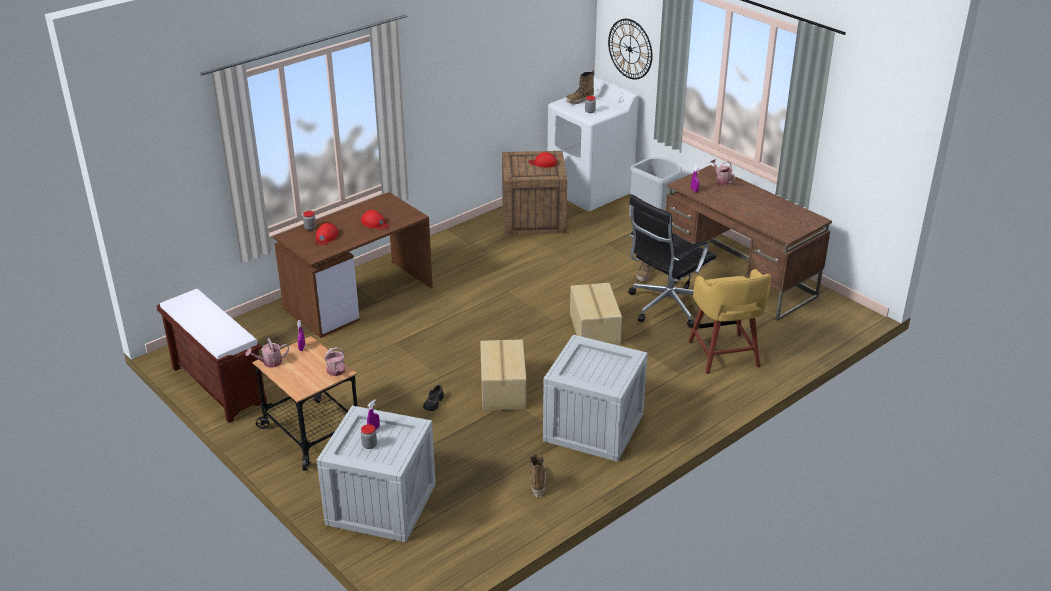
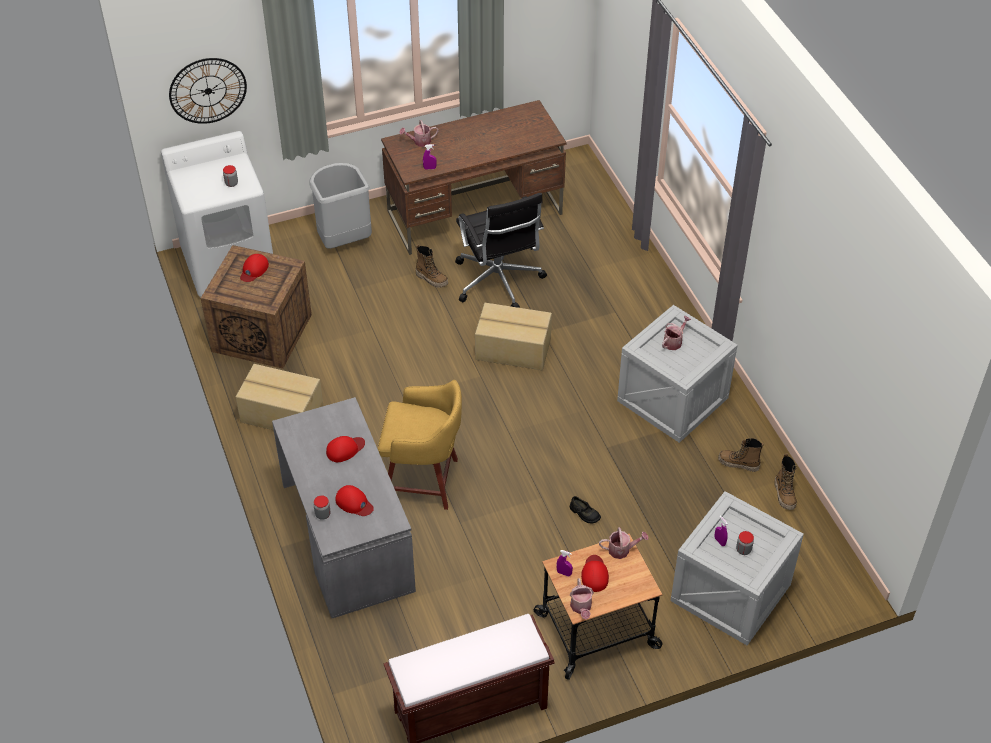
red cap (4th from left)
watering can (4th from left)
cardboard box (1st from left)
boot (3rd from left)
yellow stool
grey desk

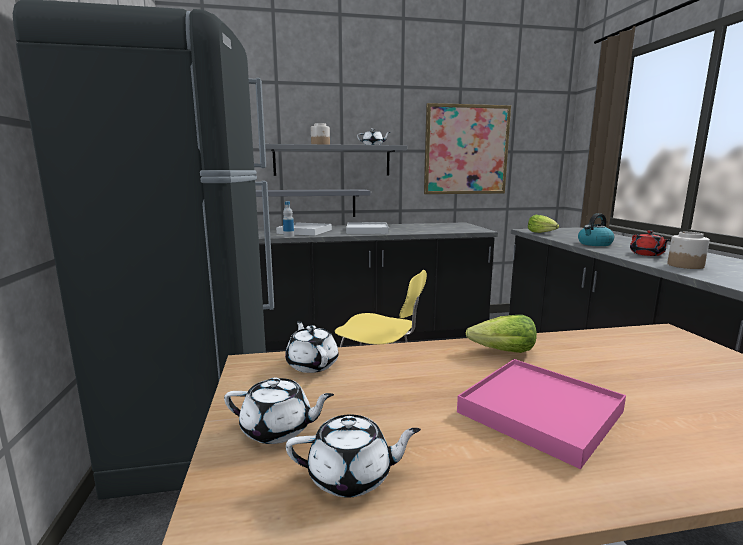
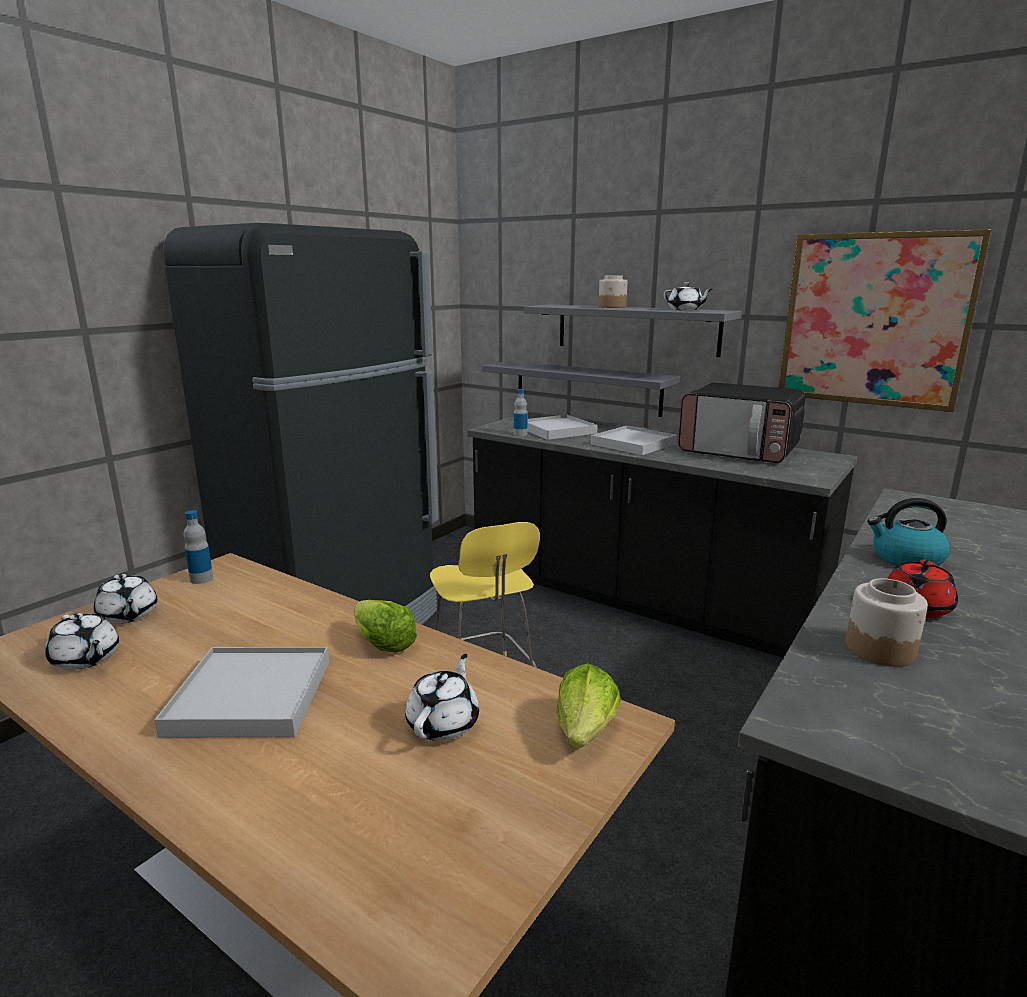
bottle (1st from left)
microwave
white teapot (3rd from left)
lettuce (2nd from left)
white tray (1st from left)

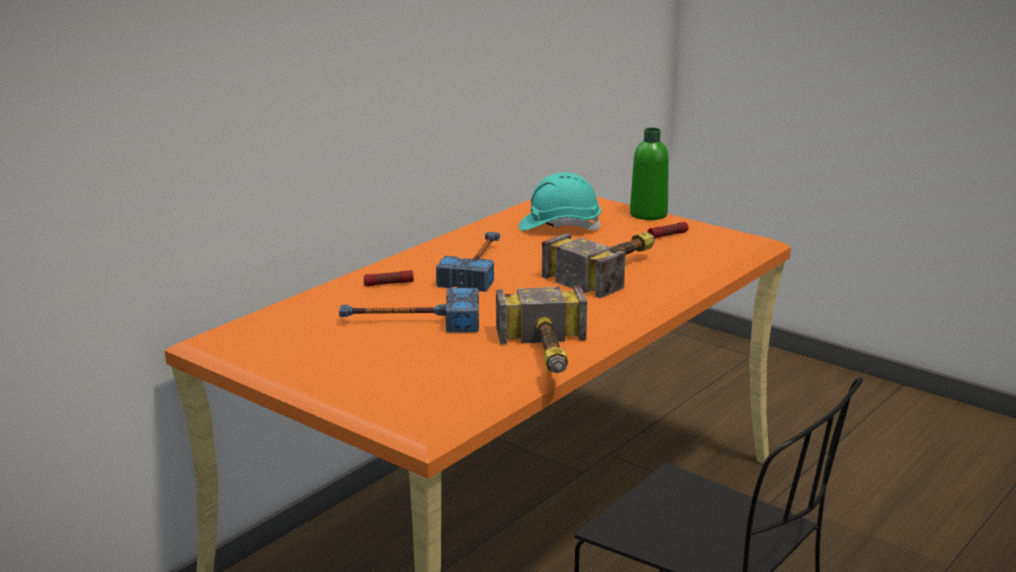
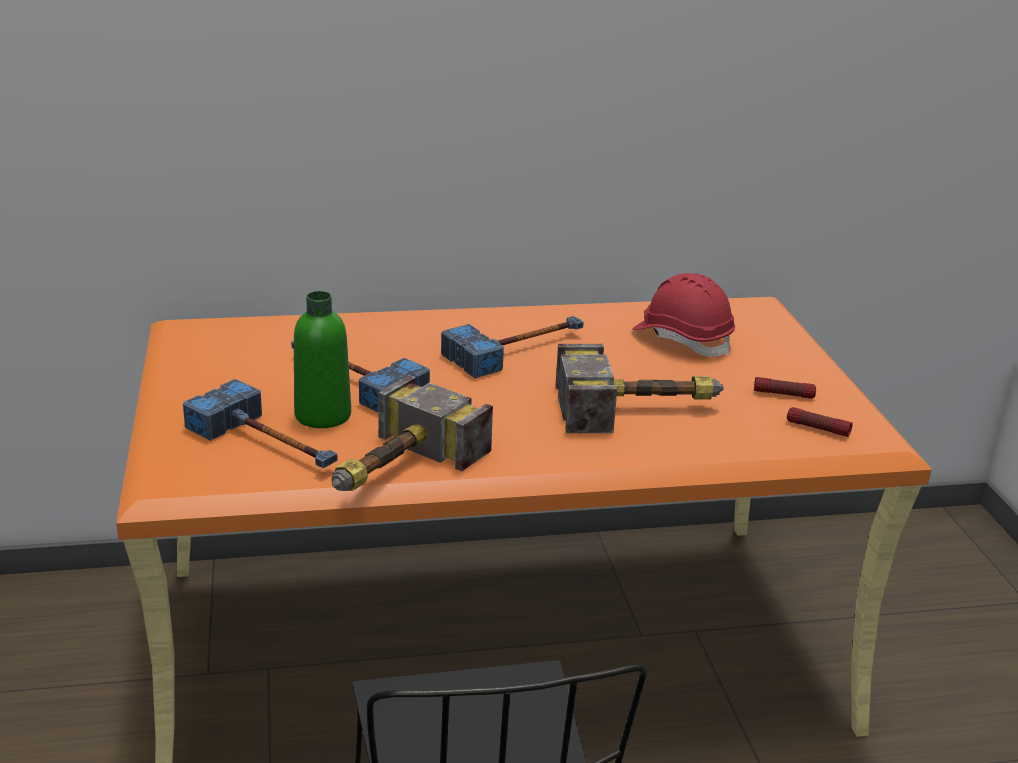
hammer (1st from left)
flashlight (2nd from left)
green bottle
red hard hat

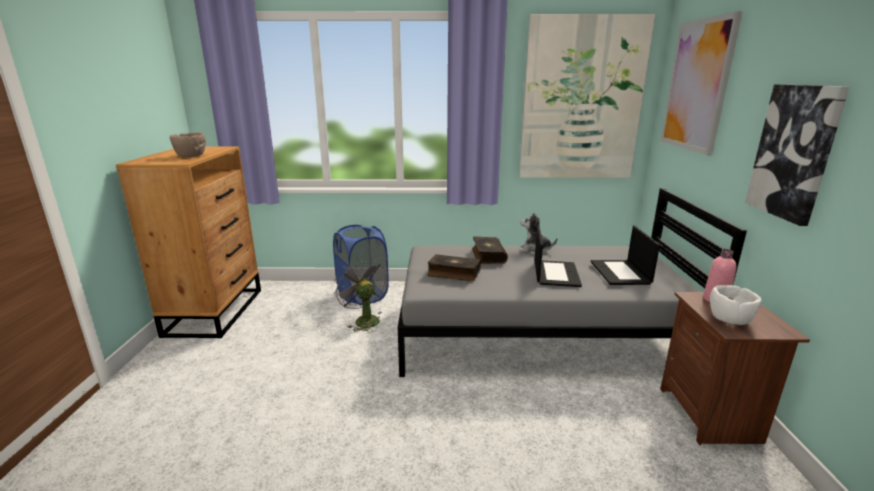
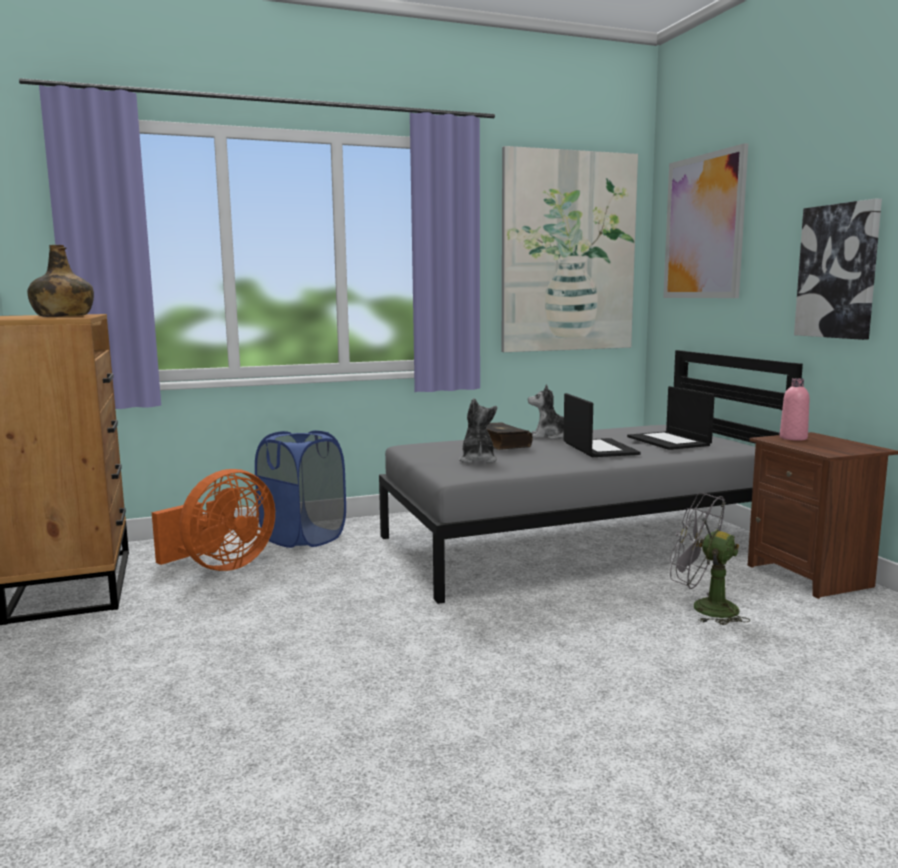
white bowl
orange fan
grey fan
green bottle
plush toy (1st from left)

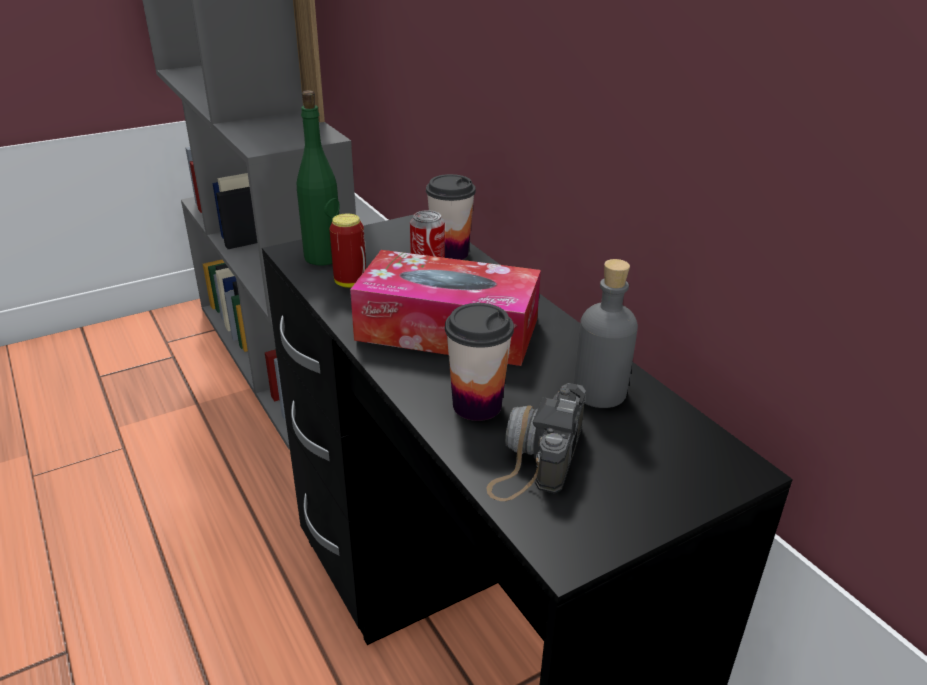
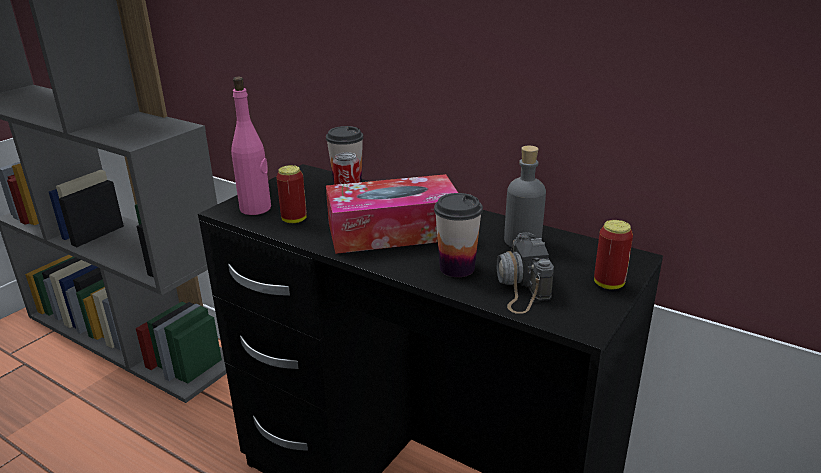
can (3rd from left)
pink bottle

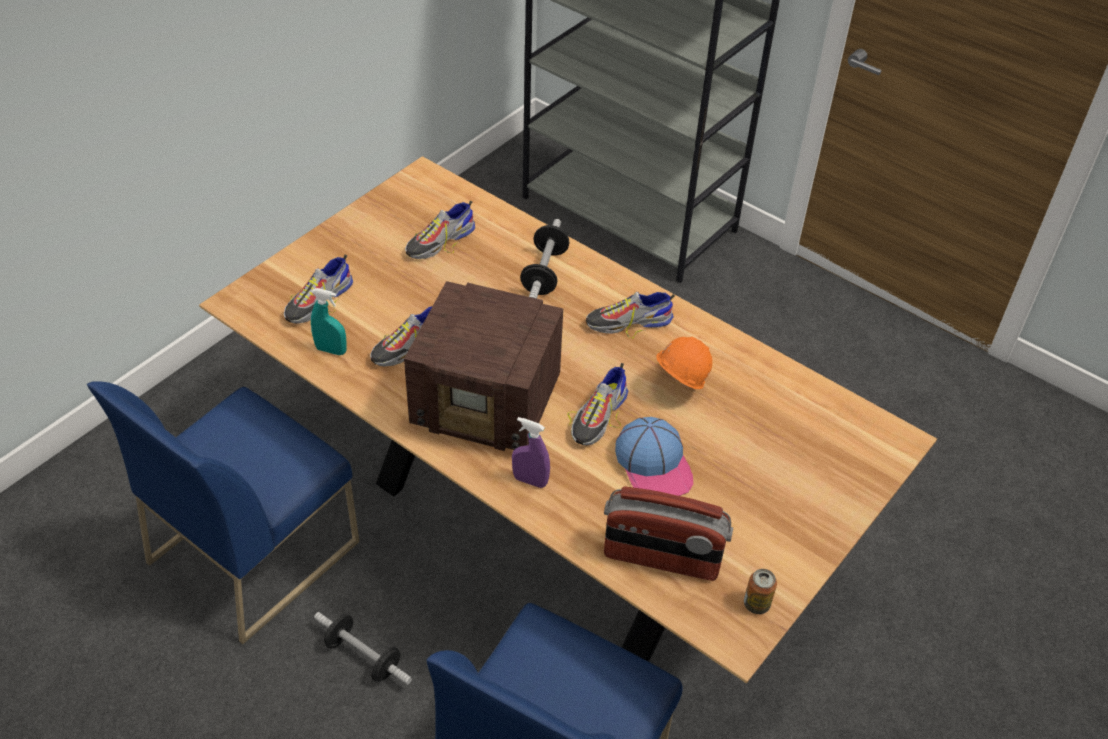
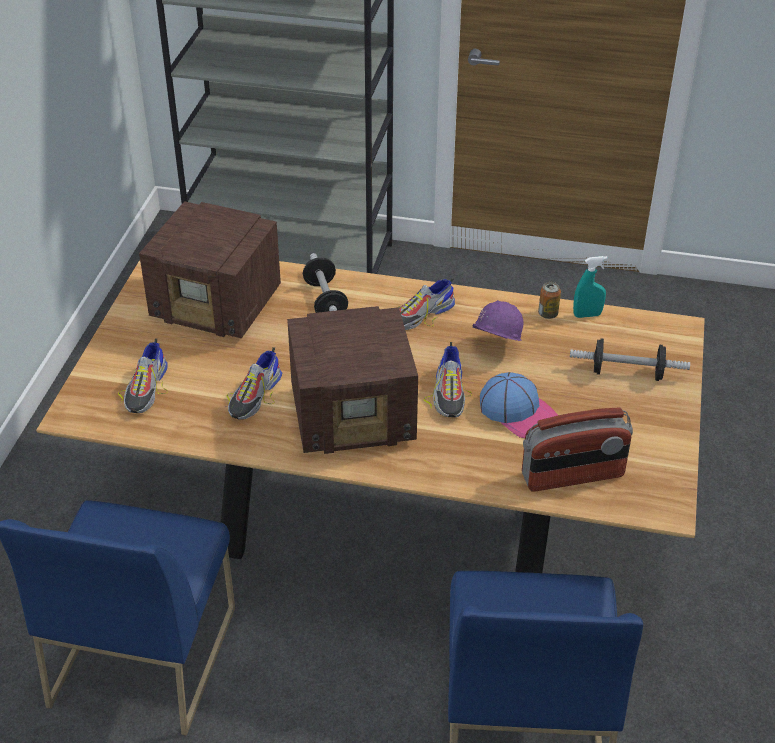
purple spray bottle
turquoise spray bottle
dumbbell (2nd from left)
can
radio (1st from left)
purple hard hat

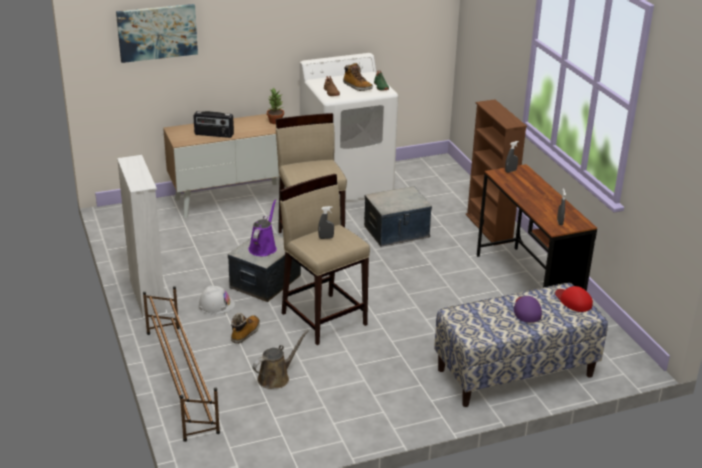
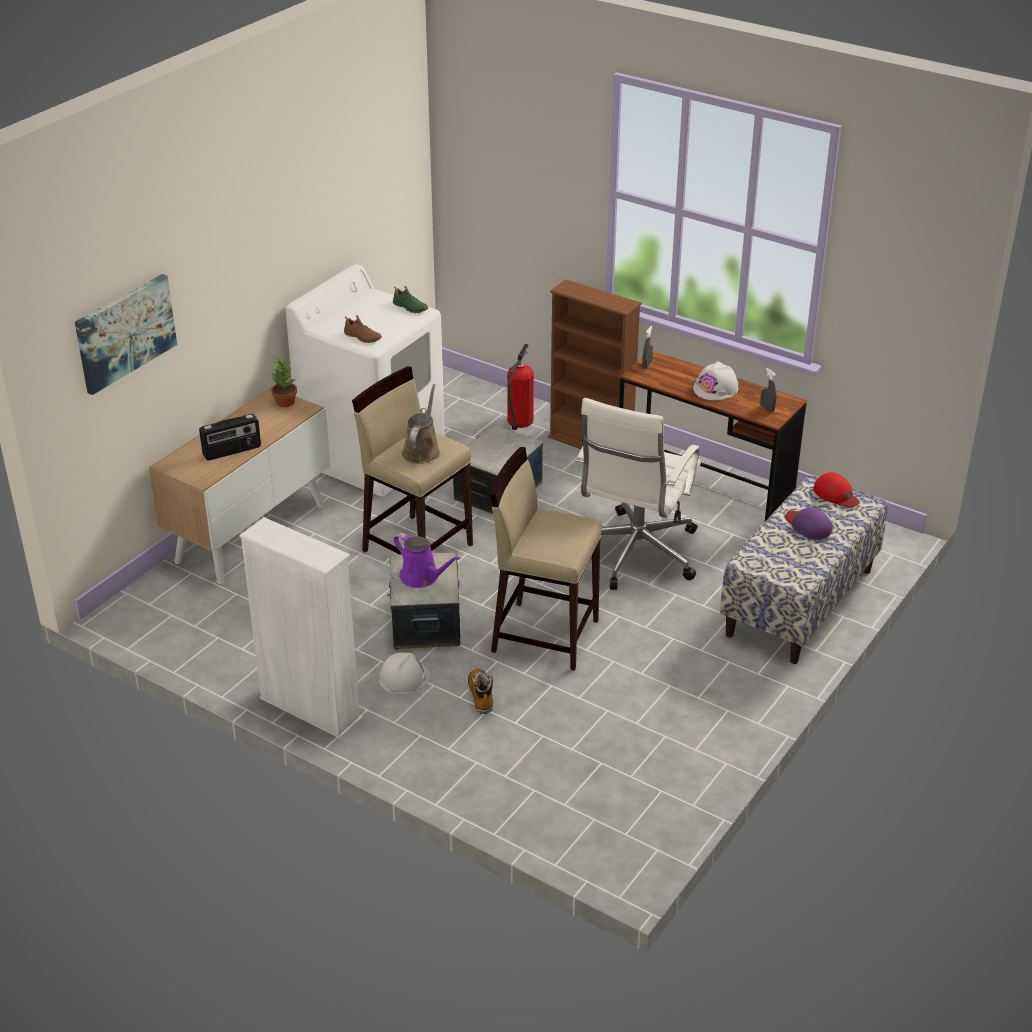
brown shoe rack
grey spray bottle (1st from left in the first image)
boot (2nd from left in the first image)
fire extinguisher
white office chair
white hard hat (2nd from left)
brown watering can
purple watering can
red cap

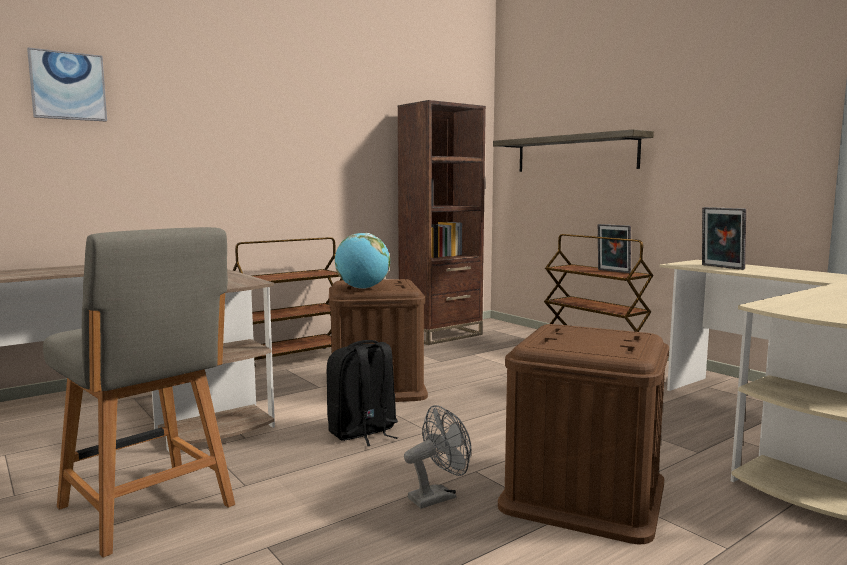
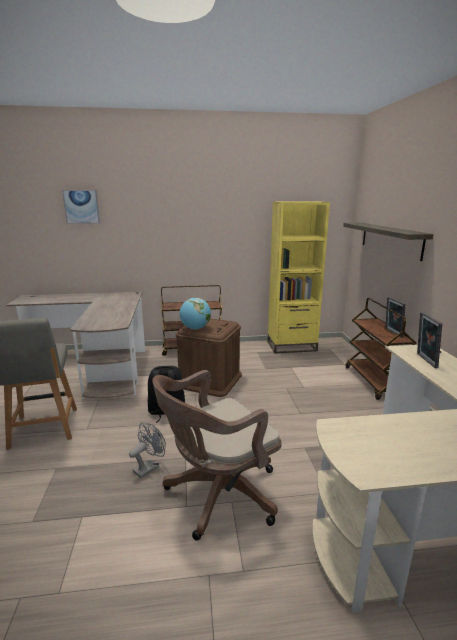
brown office chair
yellow bookcase
grey fan

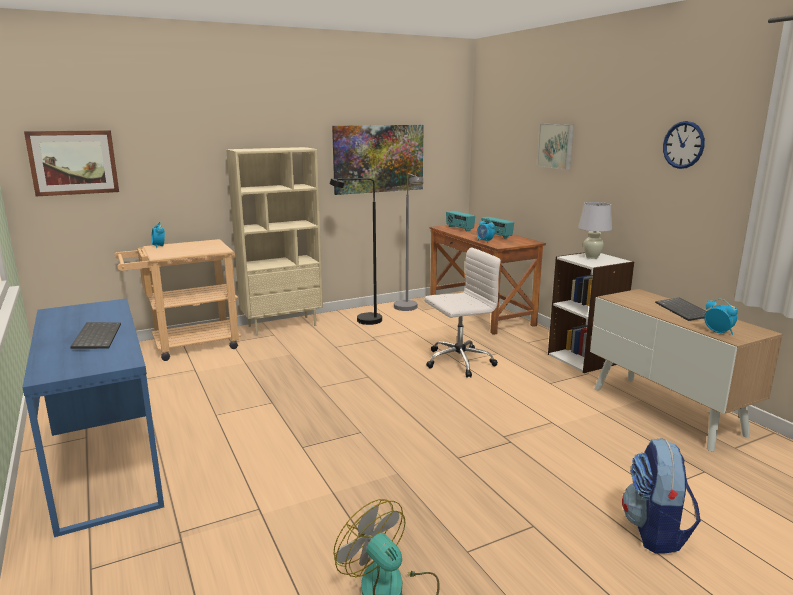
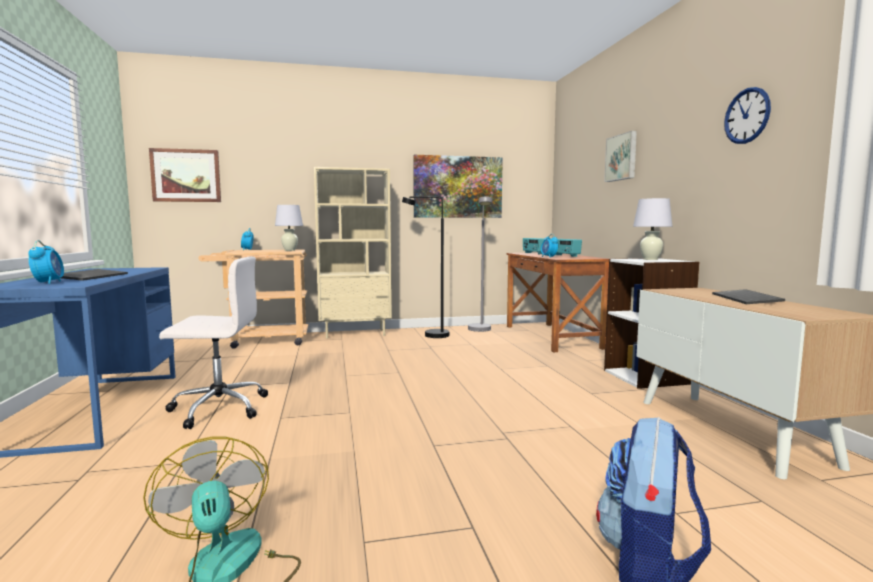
white table lamp (1st from left)
white office chair
alarm clock (1st from left)

